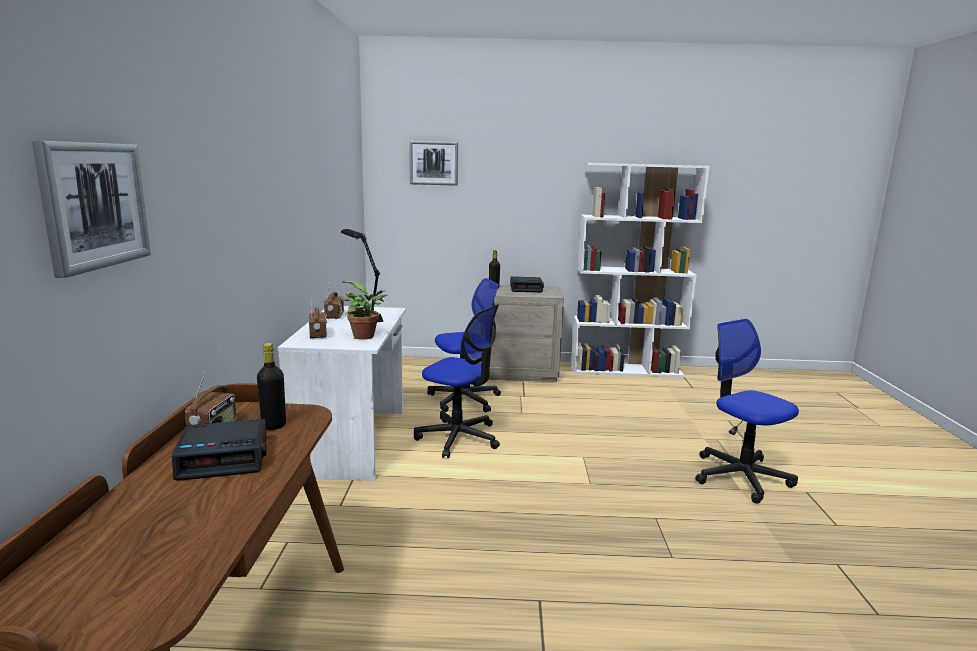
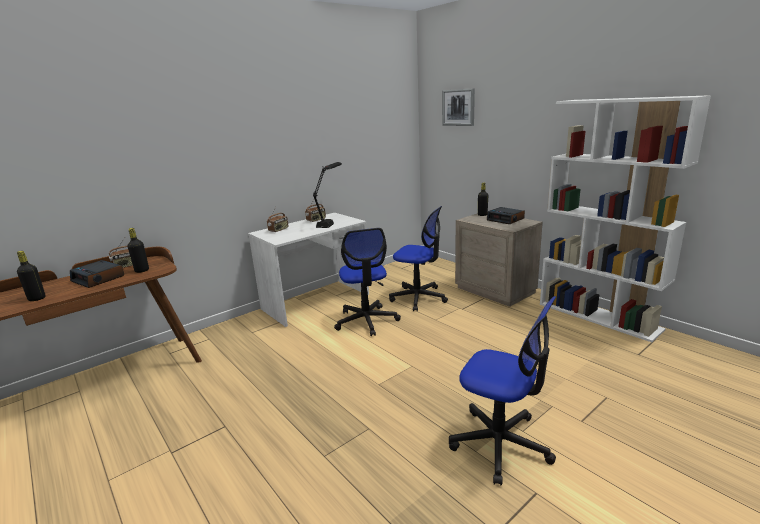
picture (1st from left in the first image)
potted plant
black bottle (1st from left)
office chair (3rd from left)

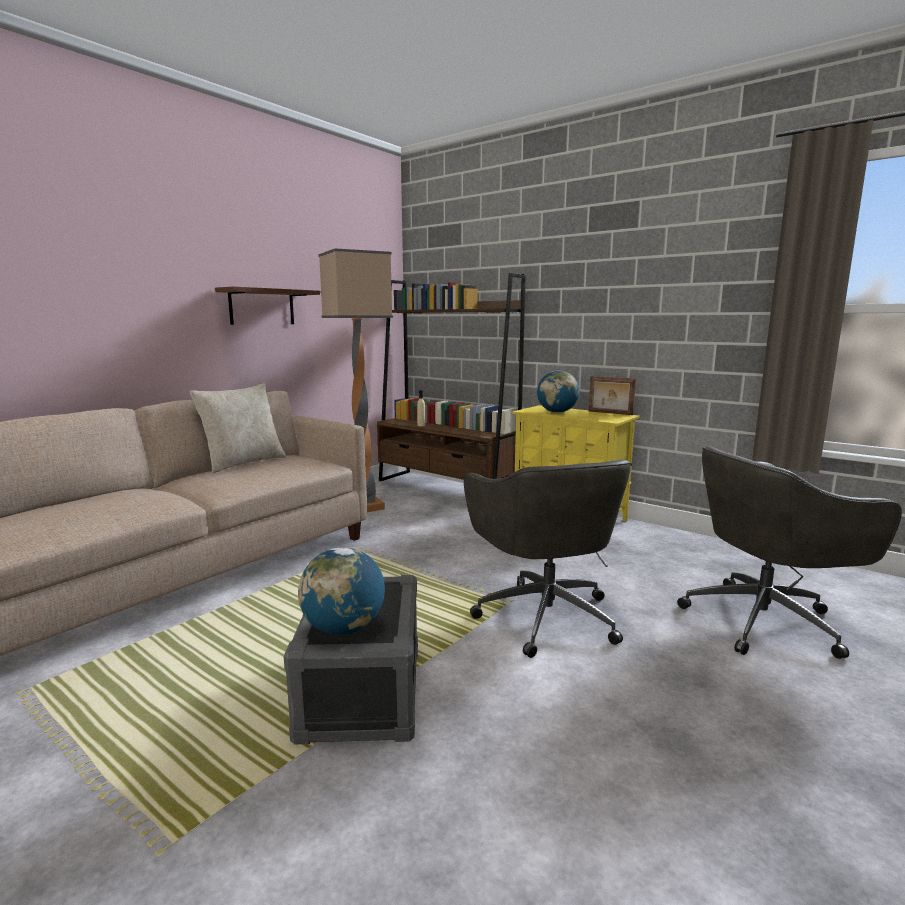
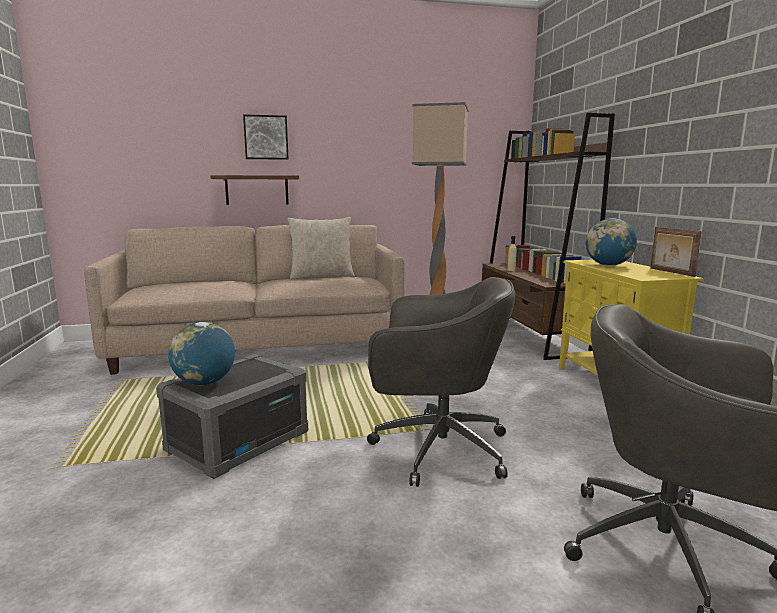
picture
brown shelf
grey office chair (1st from left)

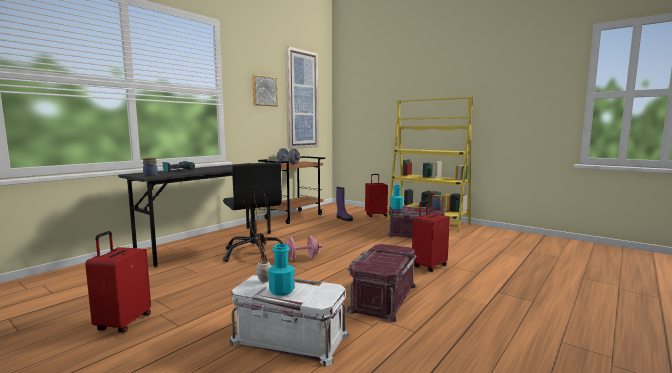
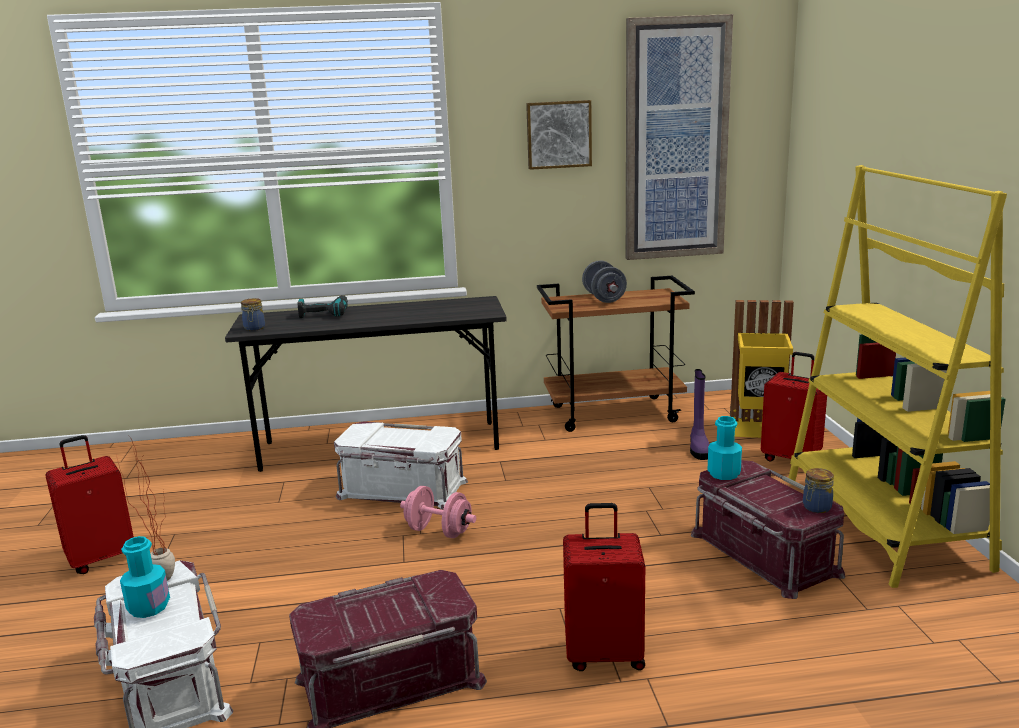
yellow trash can
white storage box (2nd from left)

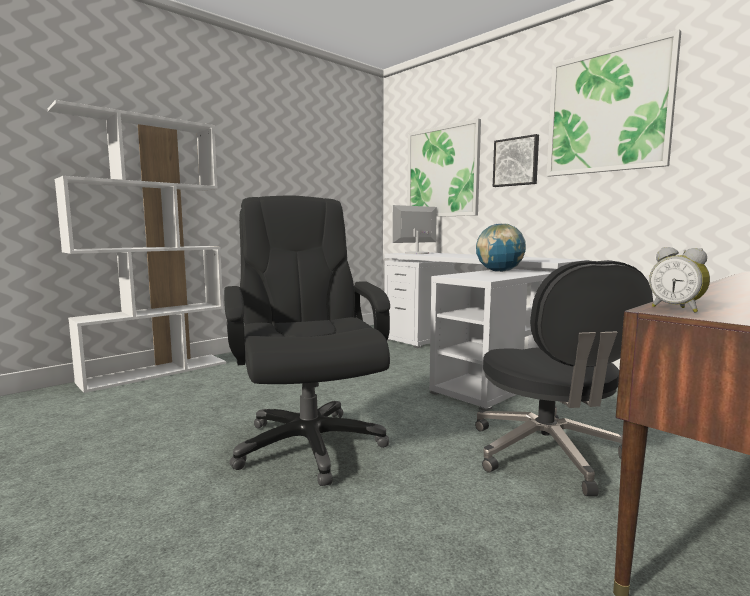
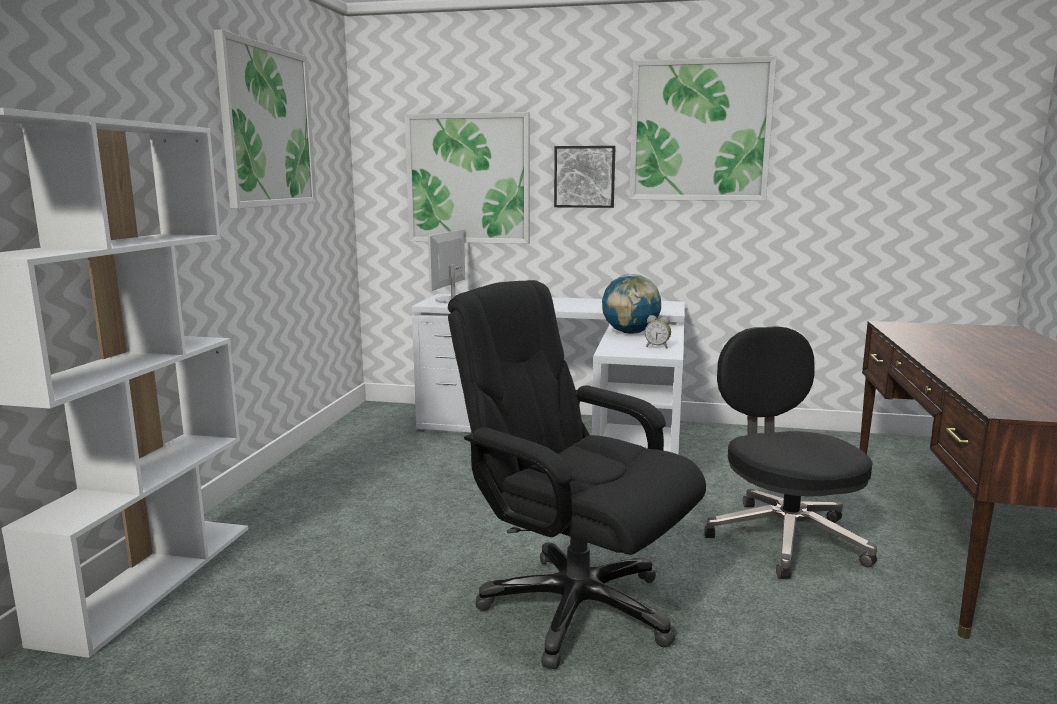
picture (1st from left)
alarm clock
black office chair (2nd from left)

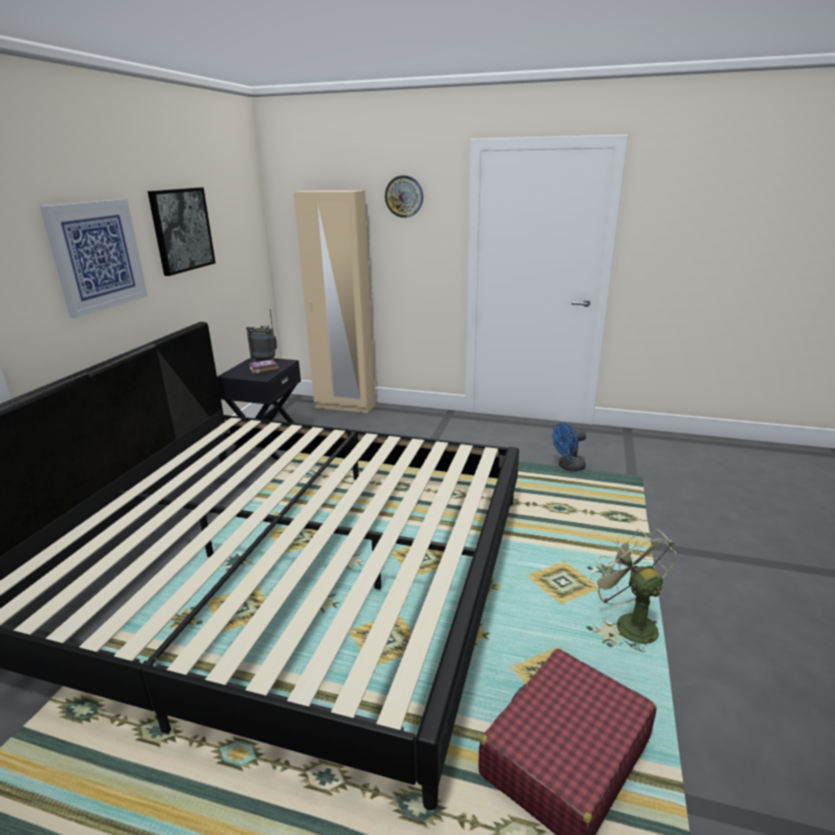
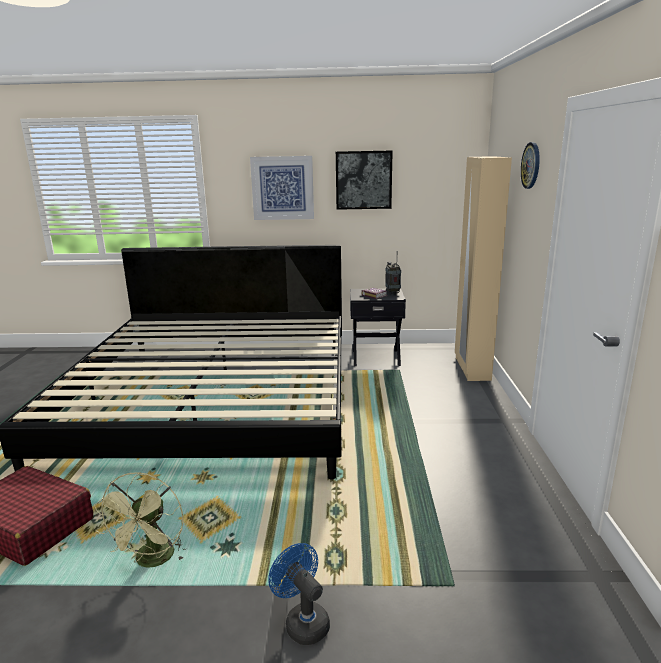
blue fan
green fan

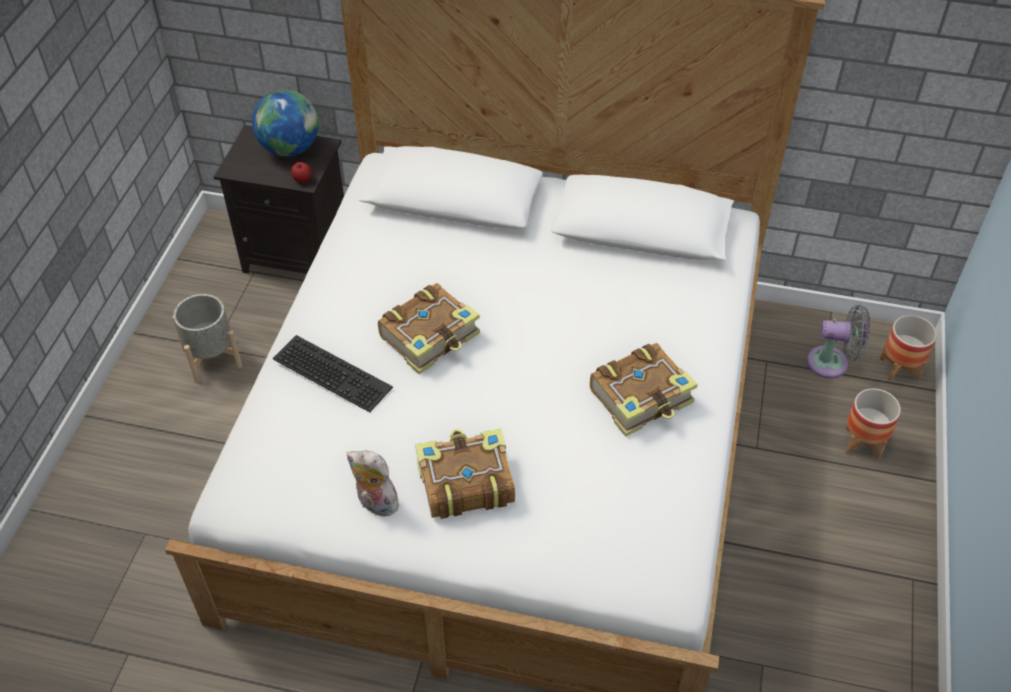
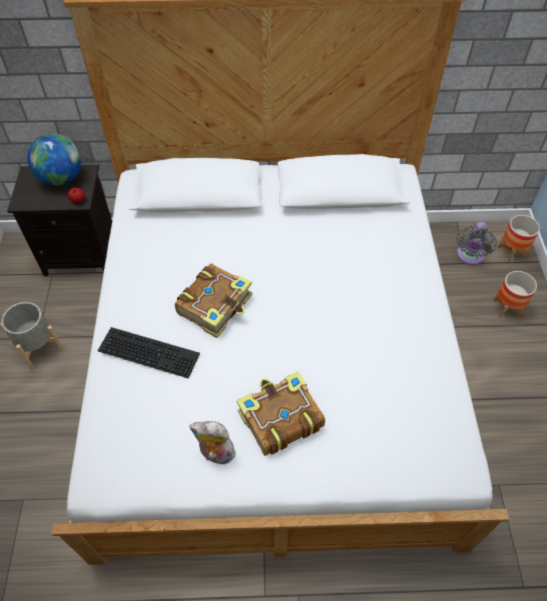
book (3rd from left in the first image)
grey fan

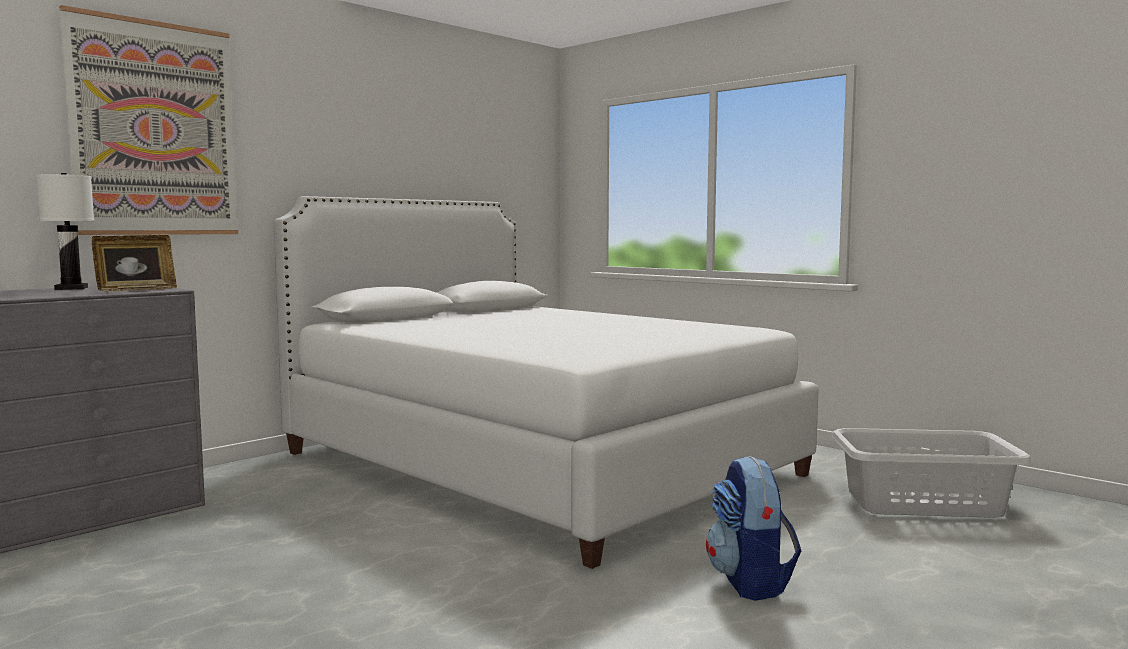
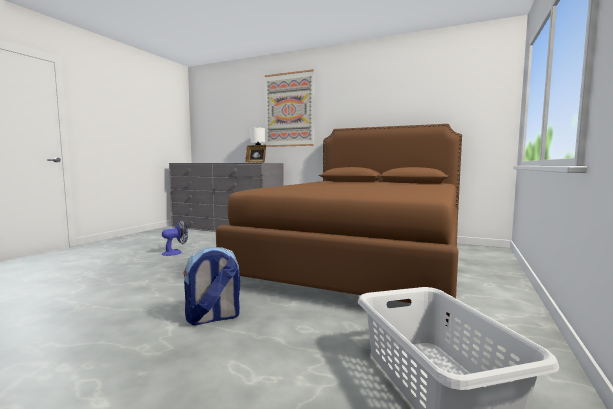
fan
brown bed

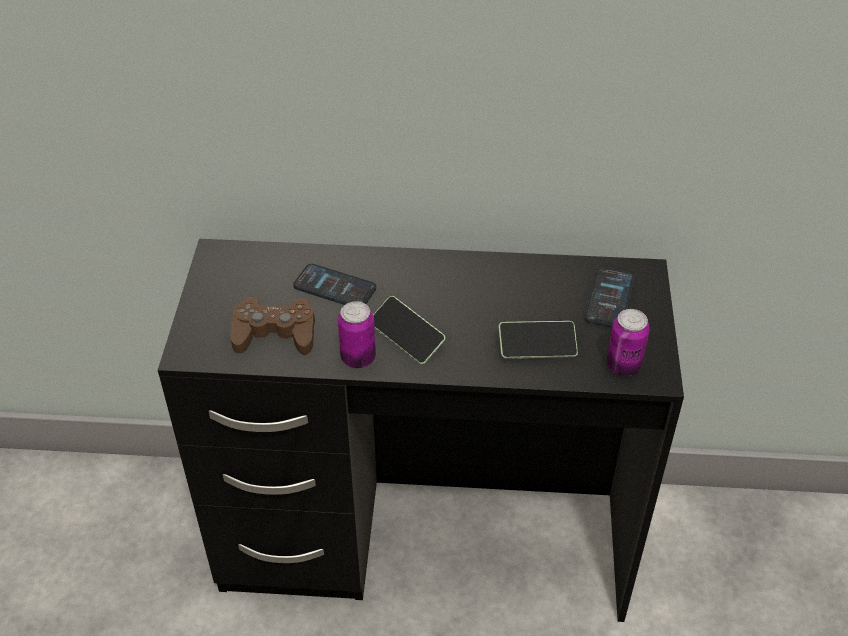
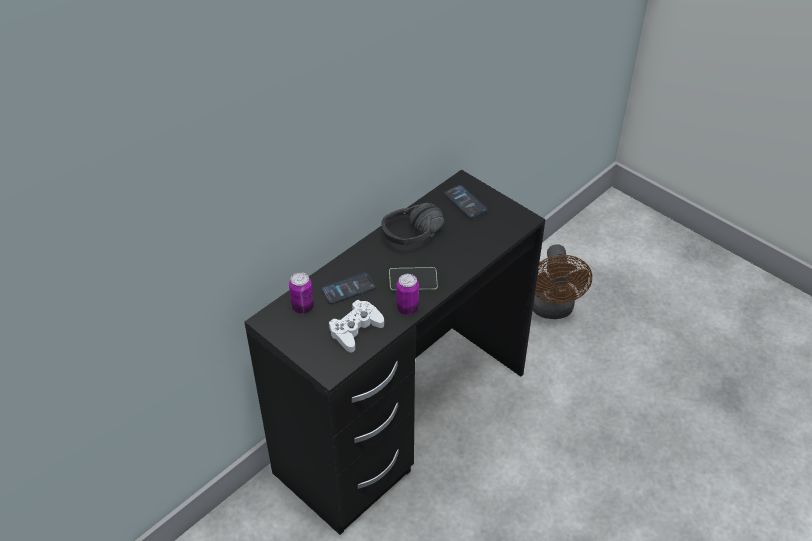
phone (3rd from left in the first image)
black headphones
brown fan
can (1st from left)
white game controller

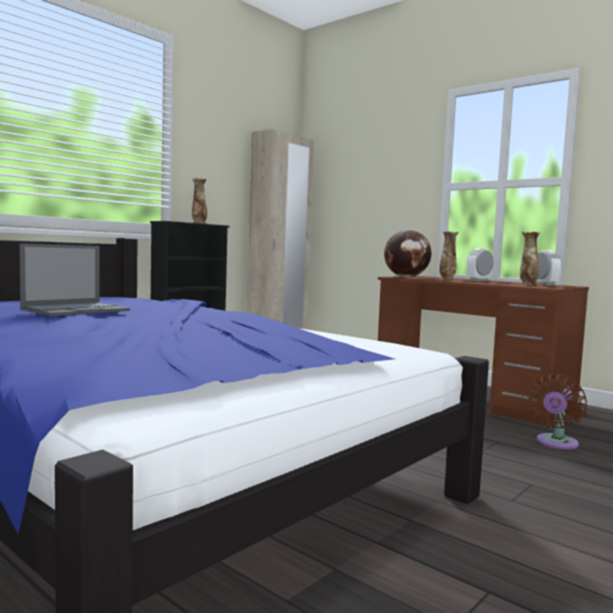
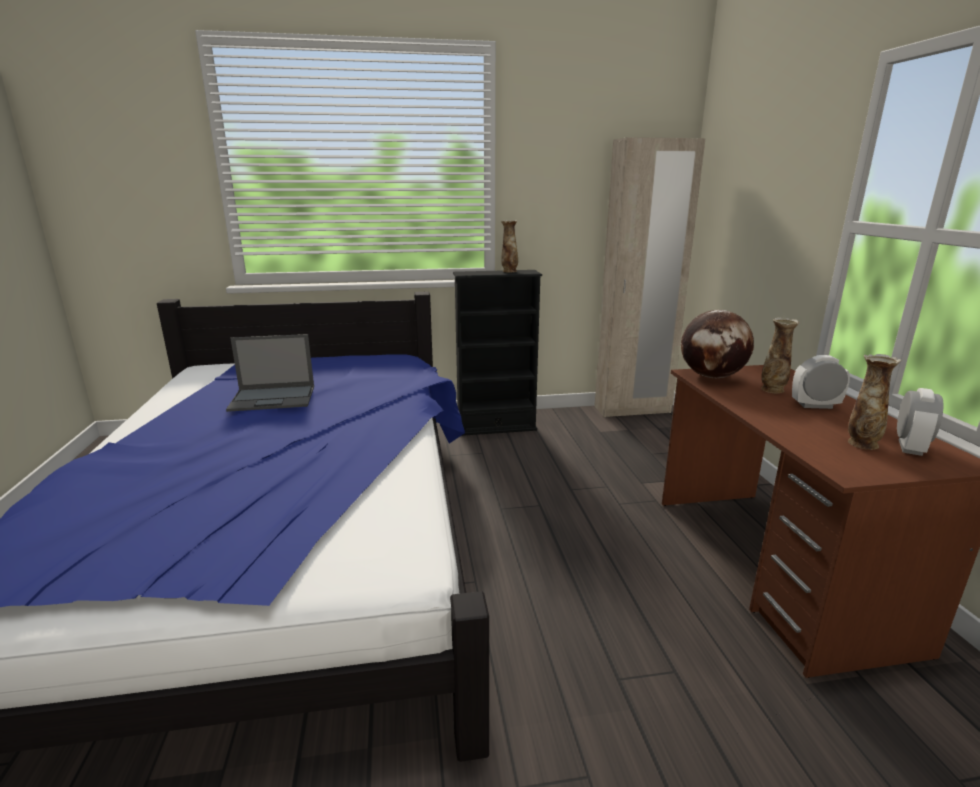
brown fan

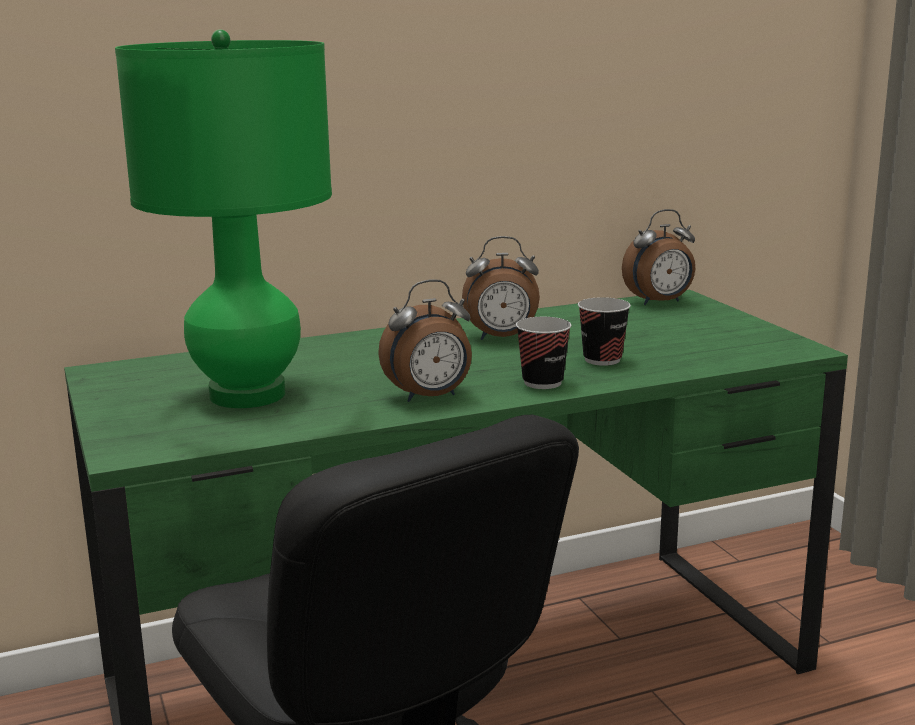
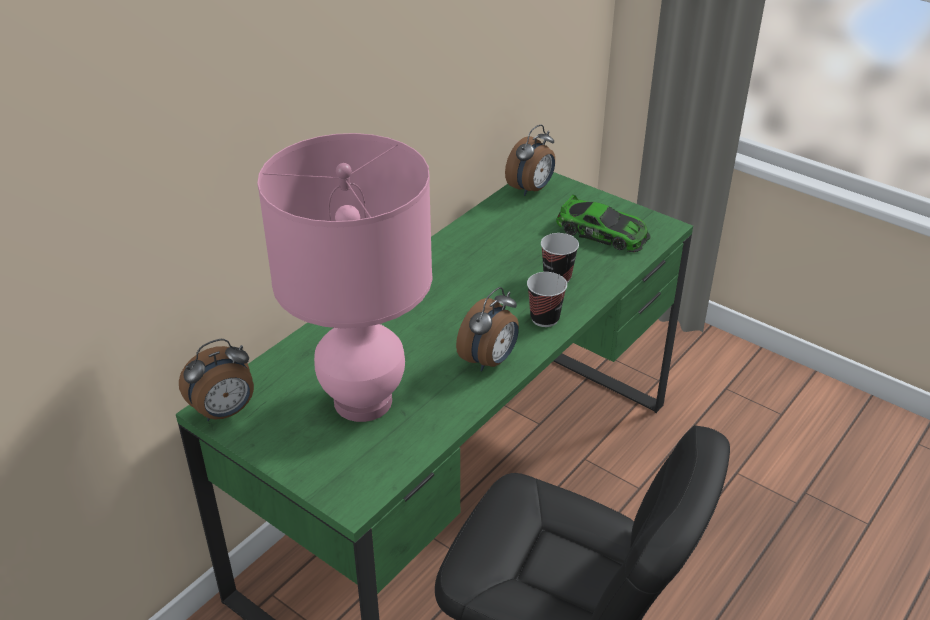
toy car
alarm clock (1st from left)
pink table lamp

